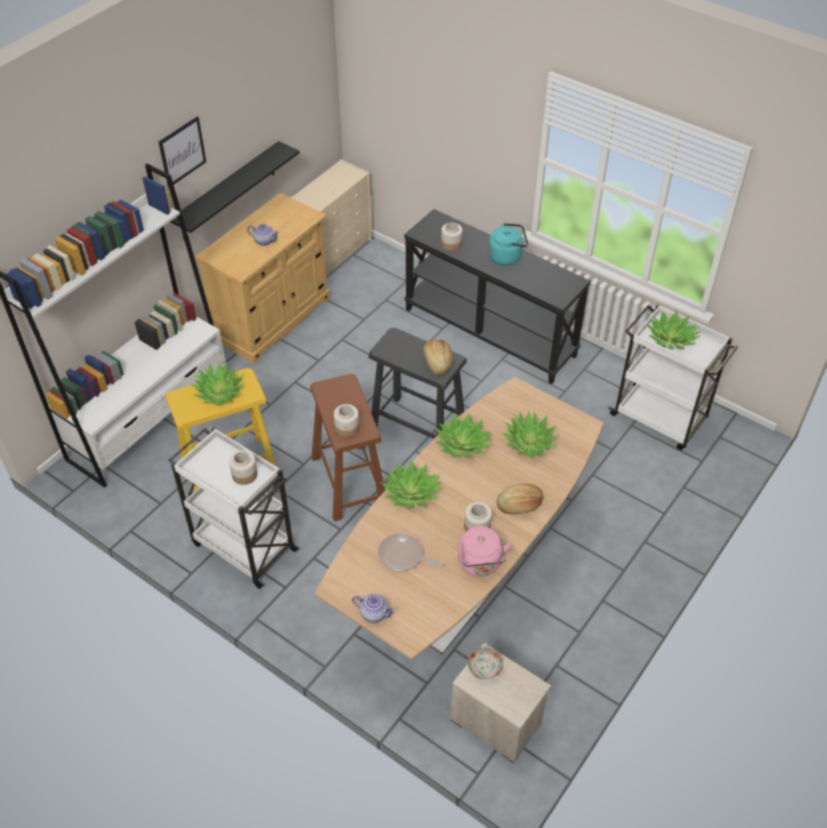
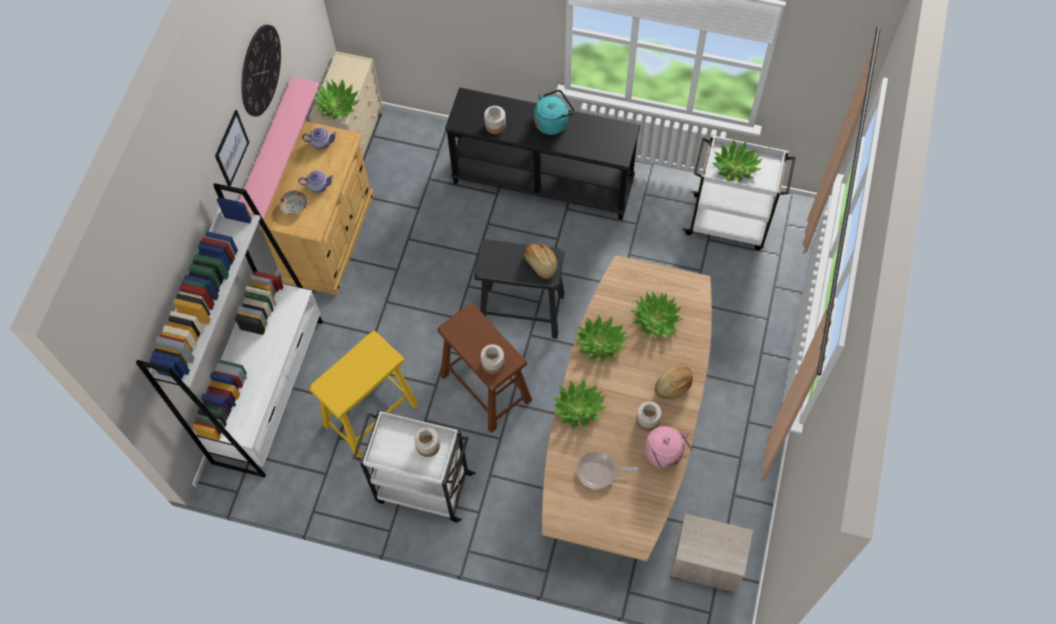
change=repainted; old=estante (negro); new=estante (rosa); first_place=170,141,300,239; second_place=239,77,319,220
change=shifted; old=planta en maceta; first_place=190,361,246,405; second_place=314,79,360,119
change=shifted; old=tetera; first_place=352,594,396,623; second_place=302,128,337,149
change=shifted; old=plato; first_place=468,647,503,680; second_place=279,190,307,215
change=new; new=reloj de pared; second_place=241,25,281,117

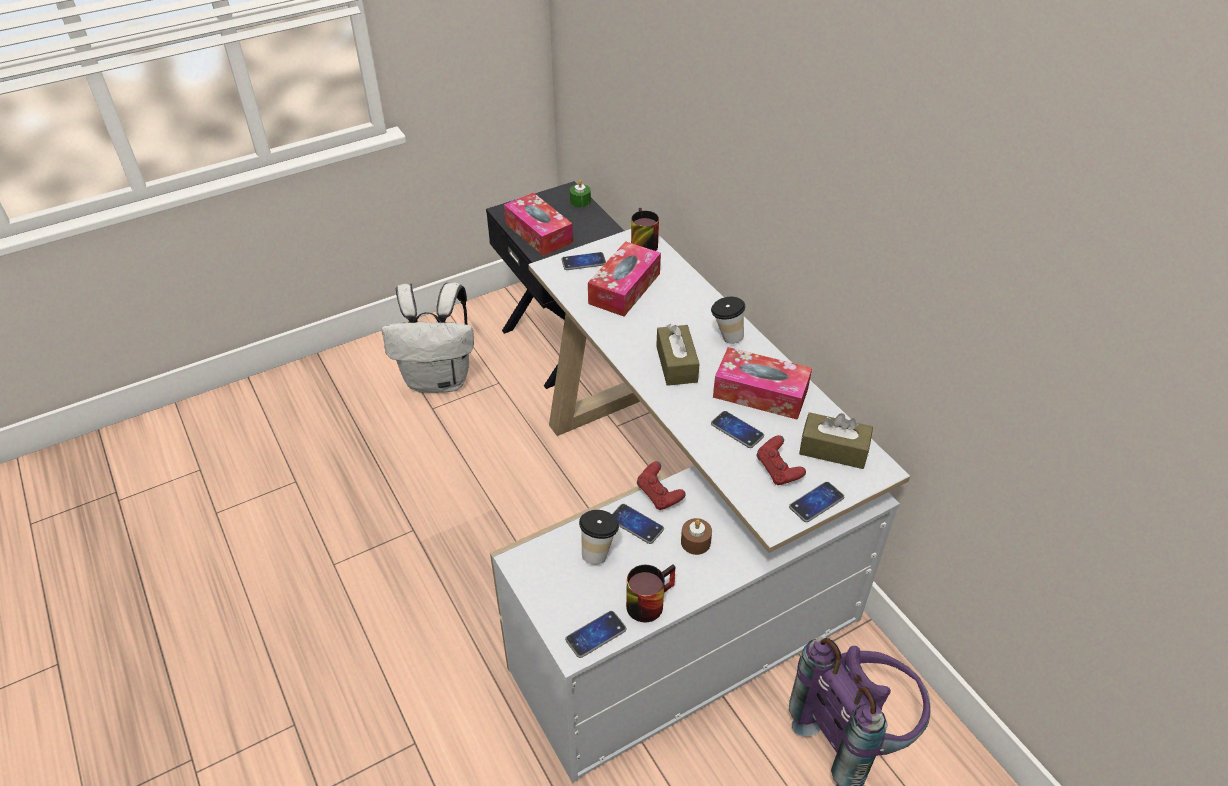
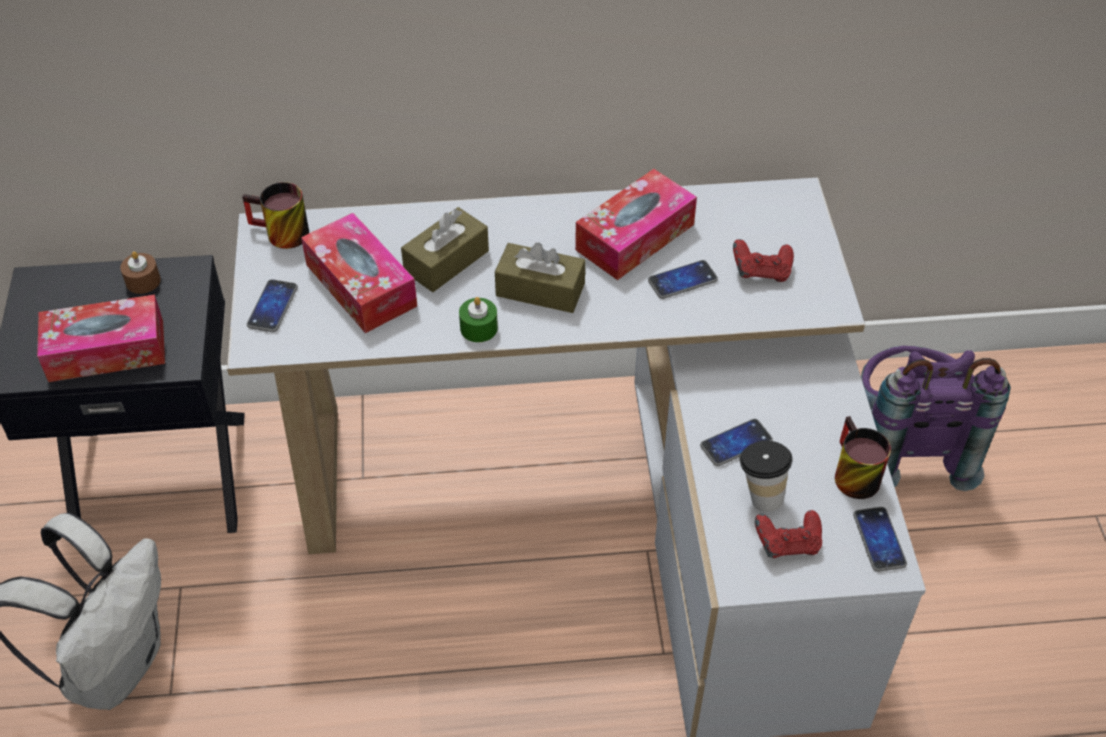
change=shifted; old=vela (verde); first_place=570,180,591,207; second_place=459,297,498,342
change=gone; old=taza; first_place=711,297,745,344
change=shifted; old=caja de pañuelos (marrón); first_place=799,412,873,469; second_place=401,207,489,292
change=shifted; old=mando de consola (rojo); first_place=637,461,686,510; second_place=755,510,822,558
change=gone; old=móvil; first_place=789,482,844,522
change=shifted; old=vela (marrón); first_place=681,518,712,555; second_place=120,251,161,294

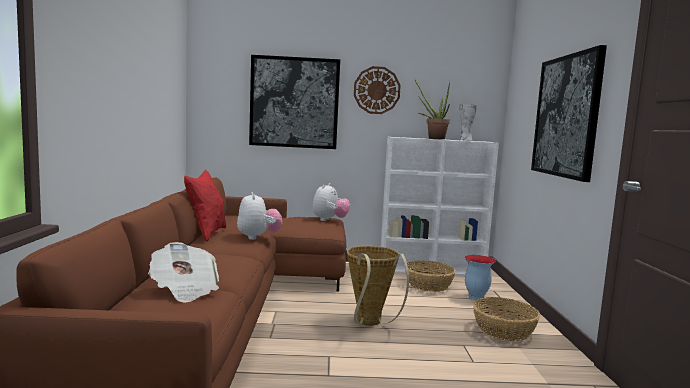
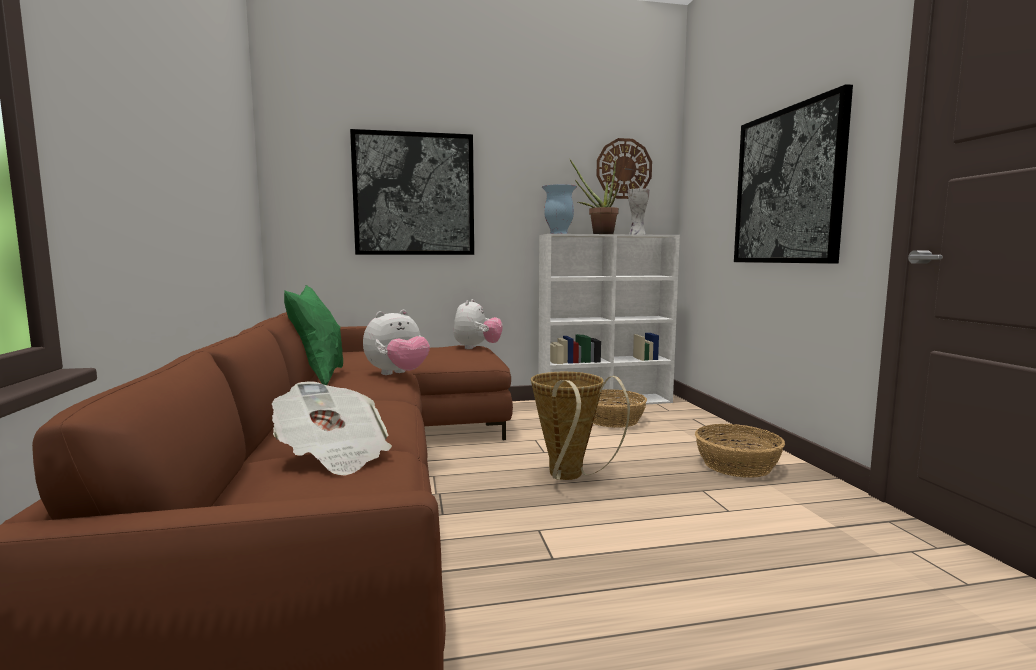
change=shifted; old=reloj de pared; first_place=354,66,401,114; second_place=597,138,652,199
change=repainted; old=cojín (rojo); new=cojín (verde); first_place=184,169,226,242; second_place=284,285,343,385
change=rotated; old=peluche; first_place=237,192,282,240; second_place=363,310,430,375; degrees=75
change=shifted; old=florero; first_place=464,255,496,300; second_place=542,184,577,234

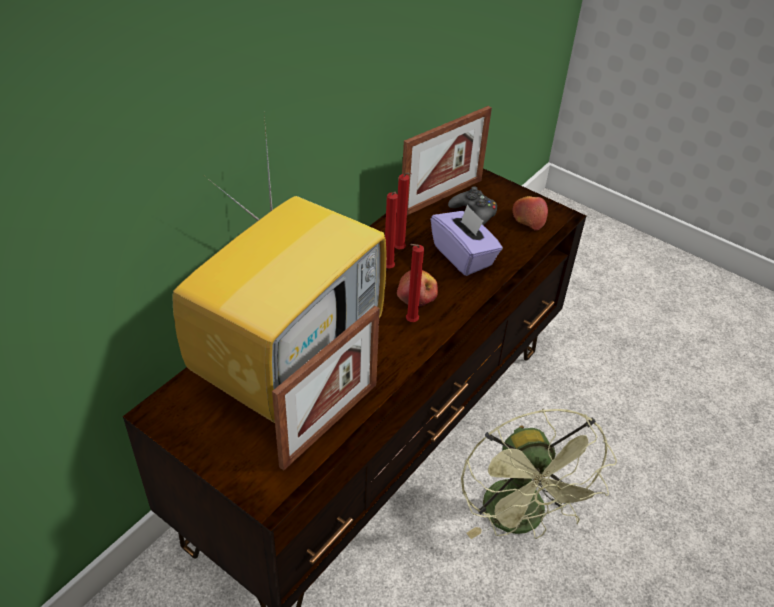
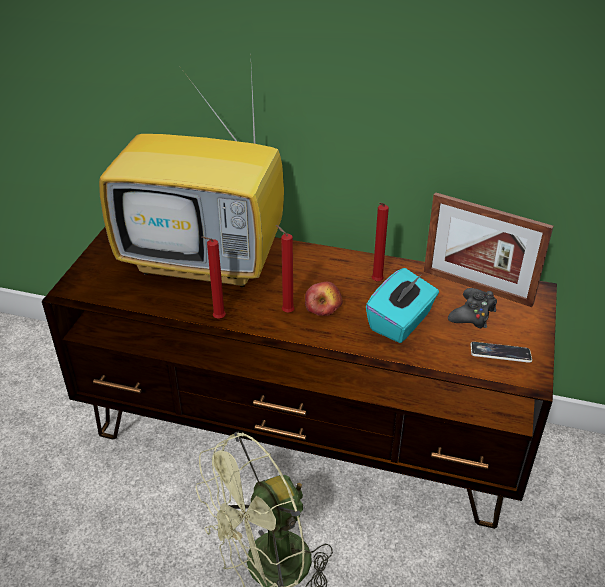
change=shifted; old=vela (rojo); first_place=385,192,398,269; second_place=201,236,226,319
change=swapped; old=manzana; new=móvil; first_place=512,196,548,231; second_place=471,342,532,363
change=repainted; old=caja de pañuelos (morado); new=caja de pañuelos (turquesa); first_place=431,204,503,276; second_place=366,268,439,343
change=gone; old=portarretratos; first_place=272,306,380,471

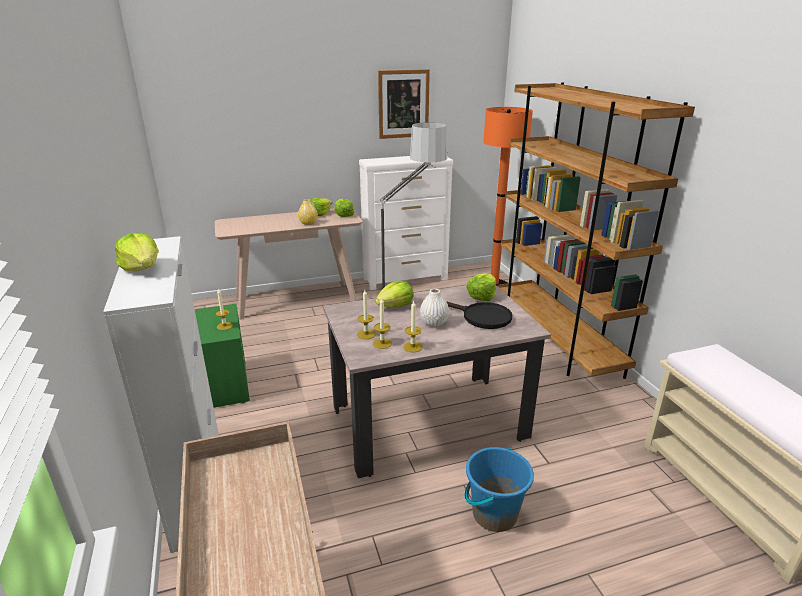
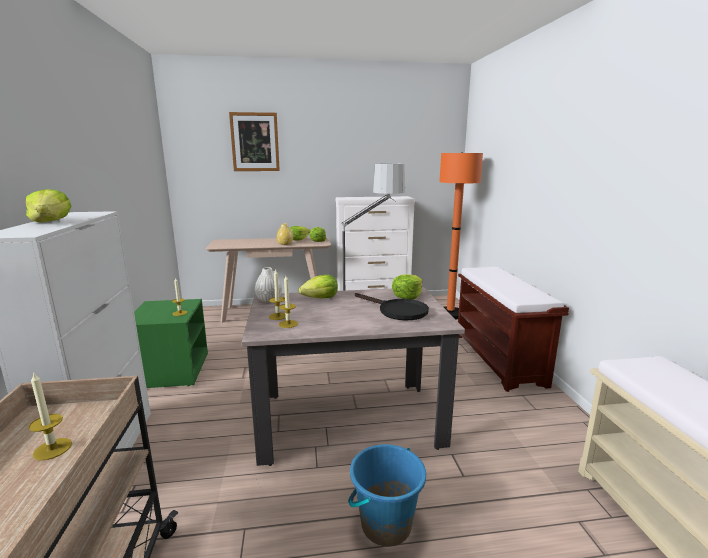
change=shifted; old=cuadro; first_place=378,69,430,139; second_place=229,112,280,171
change=swapped; old=estantería (marrón); new=banco (marrón); first_place=497,82,695,379; second_place=458,267,569,392
change=shifted; old=florero (blanco); first_place=420,289,449,327; second_place=255,267,282,303
change=shifted; old=vela; first_place=403,300,423,352; second_place=29,371,72,460

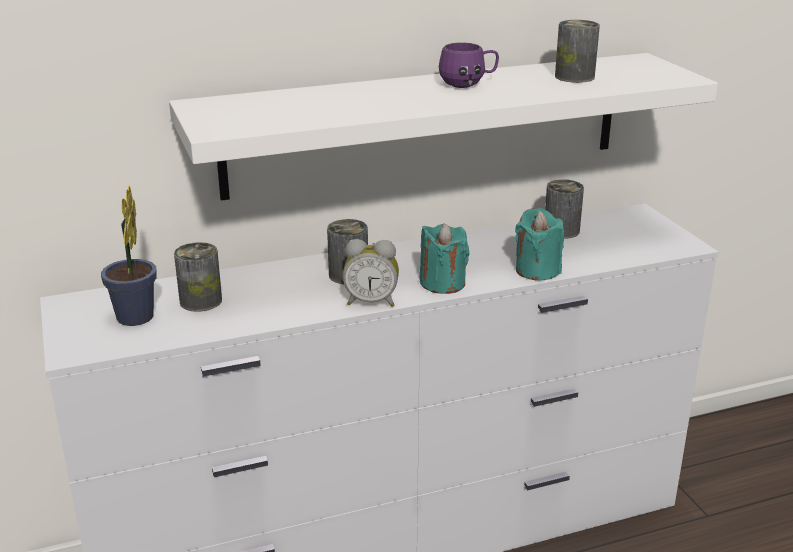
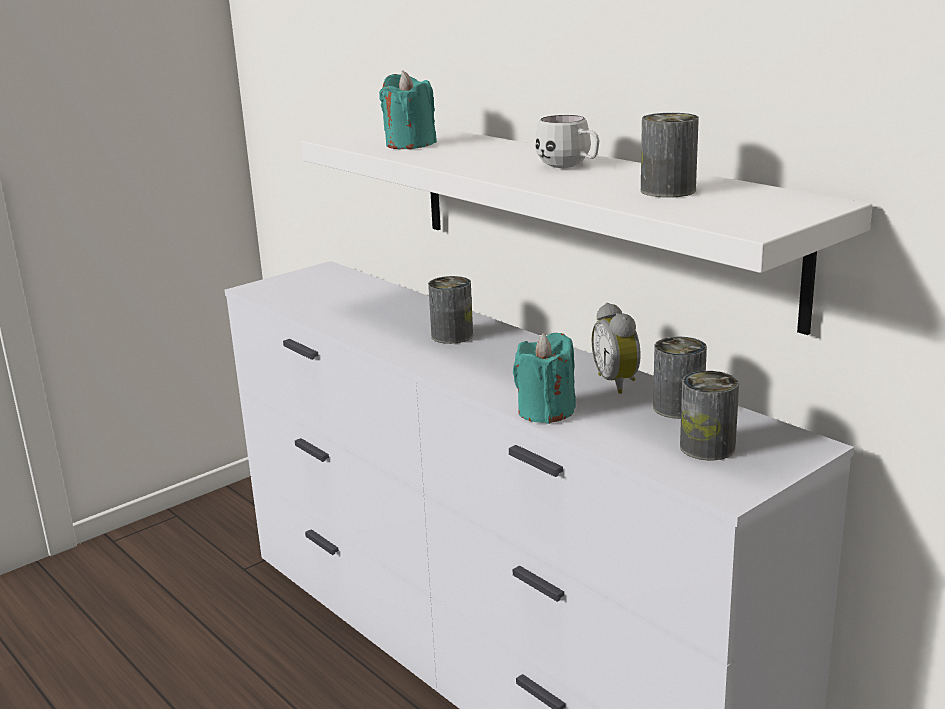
change=repainted; old=taza grande (morado); new=taza grande (blanco); first_place=439,42,499,88; second_place=535,115,599,168
change=gone; old=planta en maceta; first_place=101,186,157,326
change=shifted; old=vela (turquesa); first_place=420,224,470,294; second_place=379,71,437,149
change=shifted; old=despertador; first_place=343,239,399,307; second_place=591,303,641,394
change=shifted; old=lata; first_place=174,242,222,312; second_place=680,371,739,460

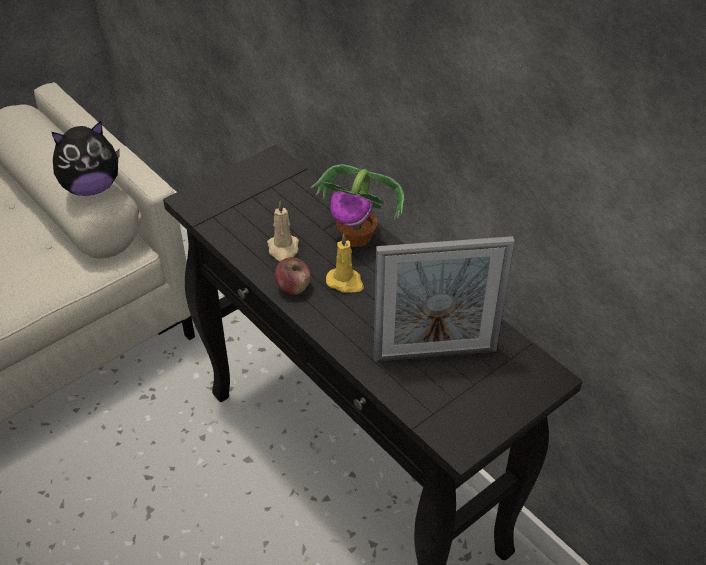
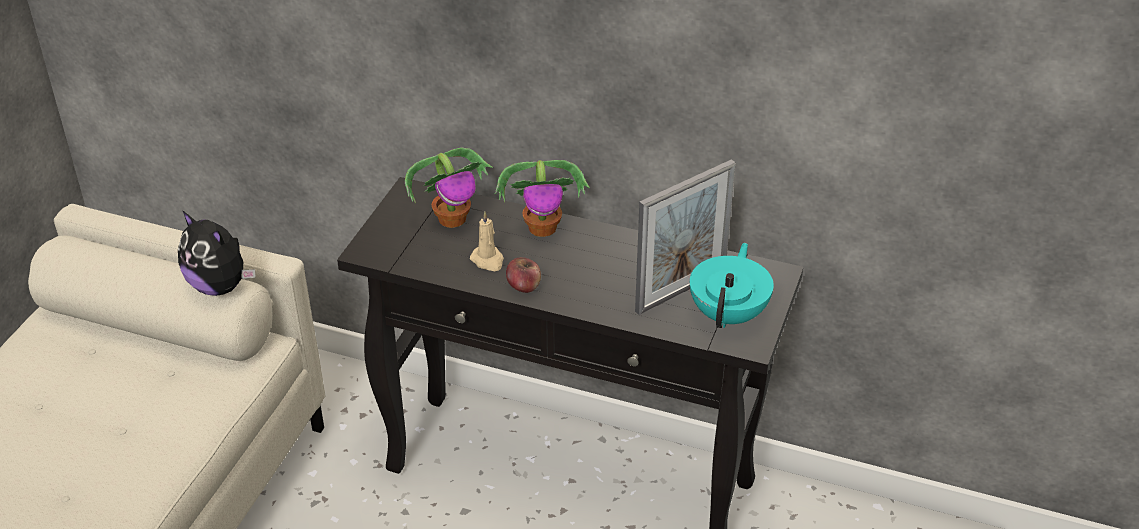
change=rotated; old=peluche; first_place=52,121,120,196; second_place=178,211,255,296; degrees=90
change=gone; old=vela (amarillo); first_place=326,234,364,293
change=new; new=planta en maceta; second_place=405,147,493,228
change=new; new=tetera (turquesa); second_place=690,243,774,328

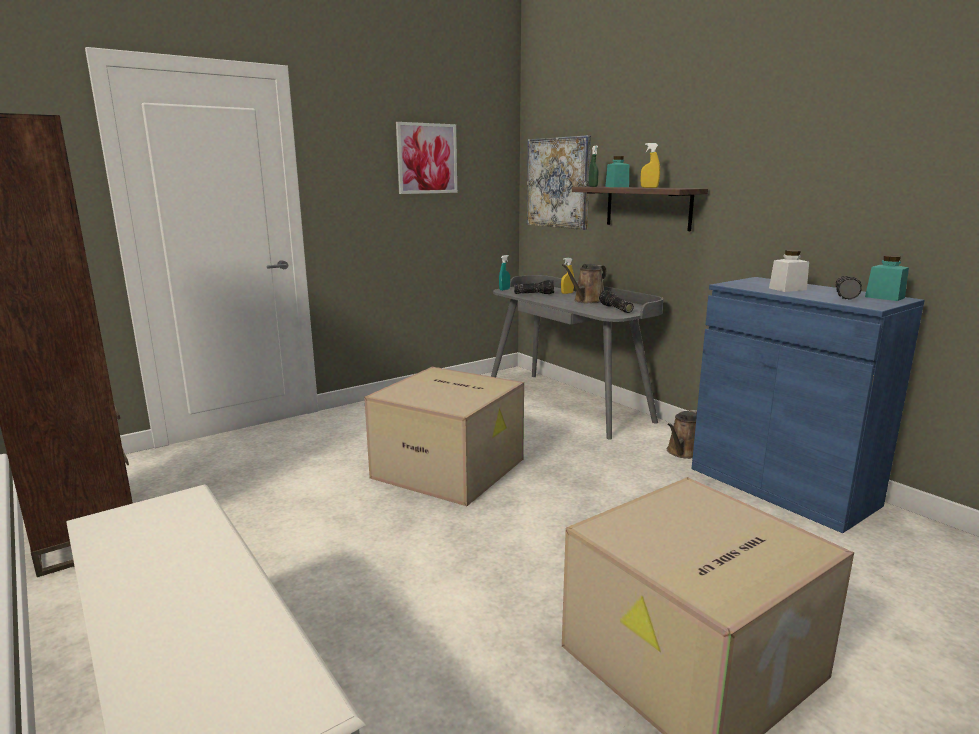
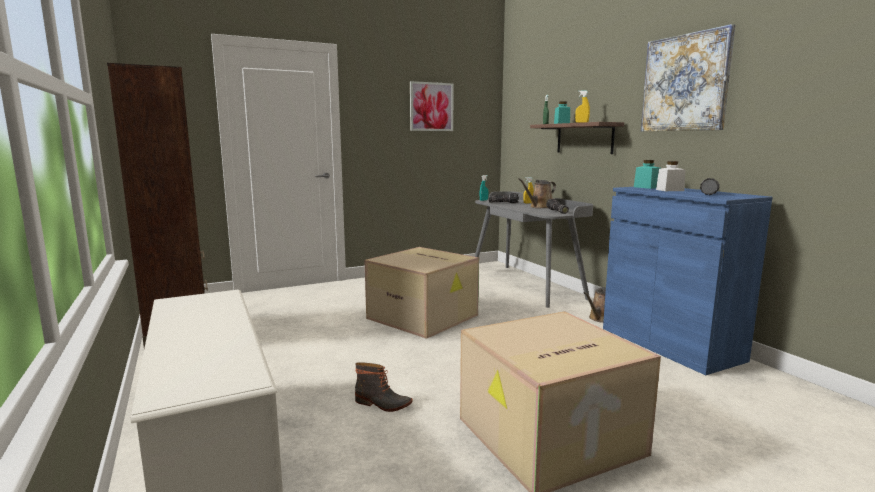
change=shifted; old=cuadro; first_place=527,135,591,230; second_place=641,24,736,131
change=shifted; old=tarro (turquesa); first_place=865,255,909,301; second_place=634,160,661,189
change=new; new=bota; second_place=355,362,413,412

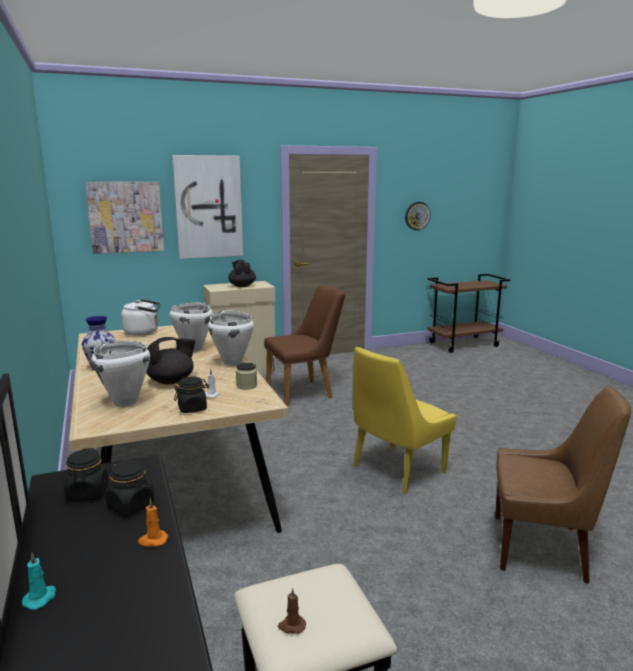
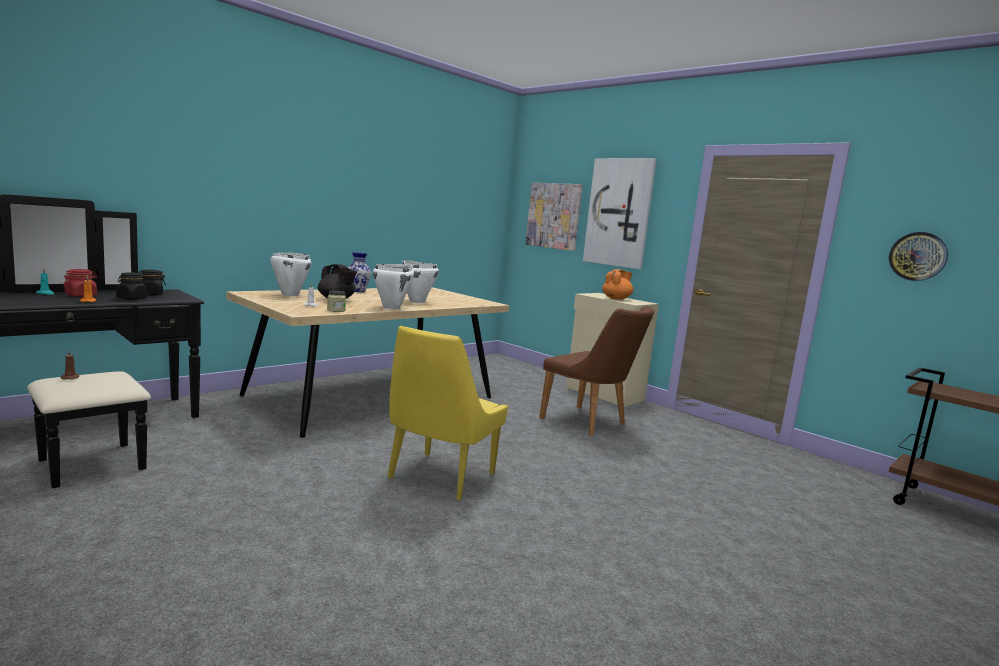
change=repainted; old=tetera (negro); new=tetera (naranja); first_place=228,260,256,287; second_place=602,269,633,300
change=gone; old=hervidor (blanco); first_place=121,299,160,336
change=rotated; old=silla (amarillo); first_place=353,347,457,494; second_place=388,326,508,500; degrees=-90
change=gone; old=tarro (negro); first_place=174,377,209,413
change=gone; old=silla (marrón); first_place=495,386,631,584
change=new; new=tarro (rojo); second_place=64,269,97,297

